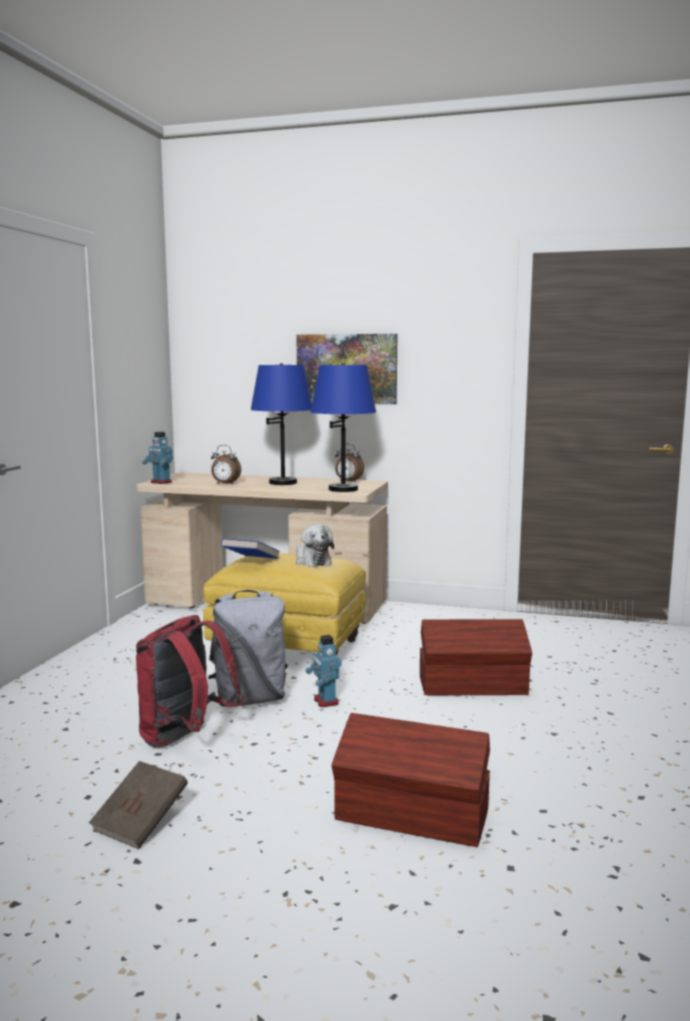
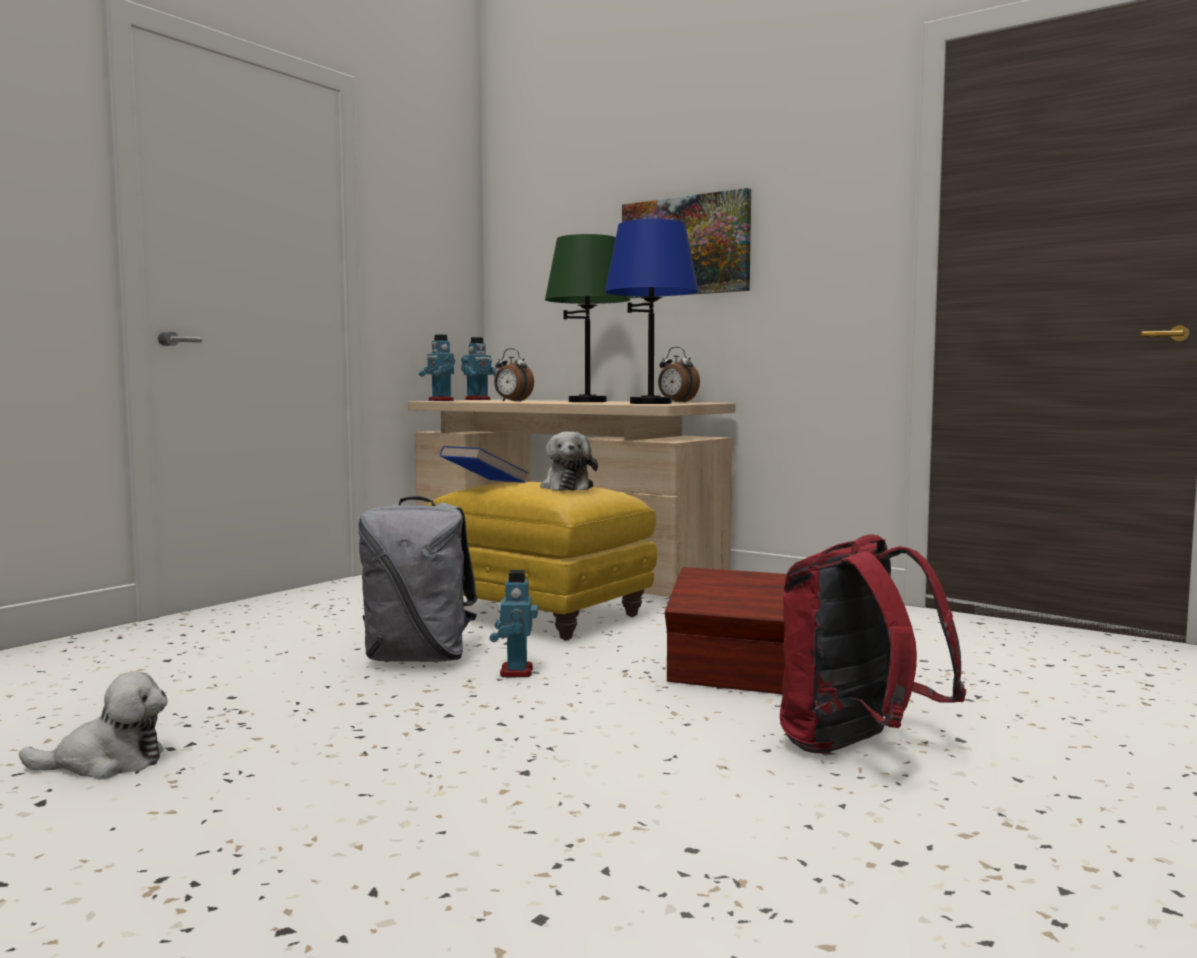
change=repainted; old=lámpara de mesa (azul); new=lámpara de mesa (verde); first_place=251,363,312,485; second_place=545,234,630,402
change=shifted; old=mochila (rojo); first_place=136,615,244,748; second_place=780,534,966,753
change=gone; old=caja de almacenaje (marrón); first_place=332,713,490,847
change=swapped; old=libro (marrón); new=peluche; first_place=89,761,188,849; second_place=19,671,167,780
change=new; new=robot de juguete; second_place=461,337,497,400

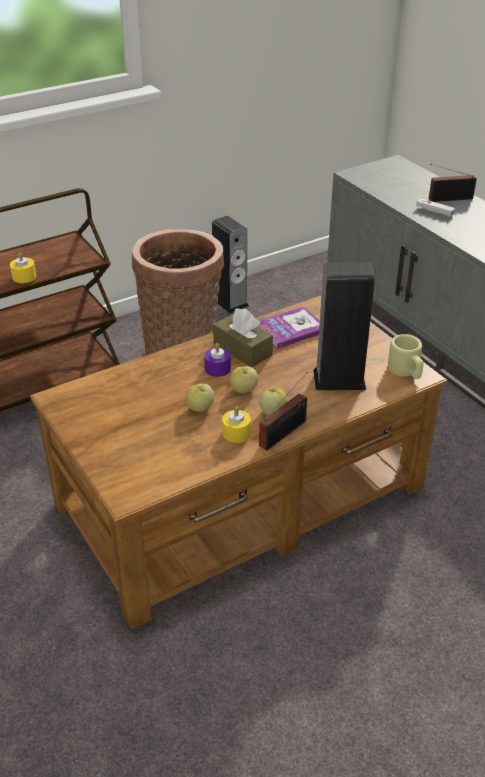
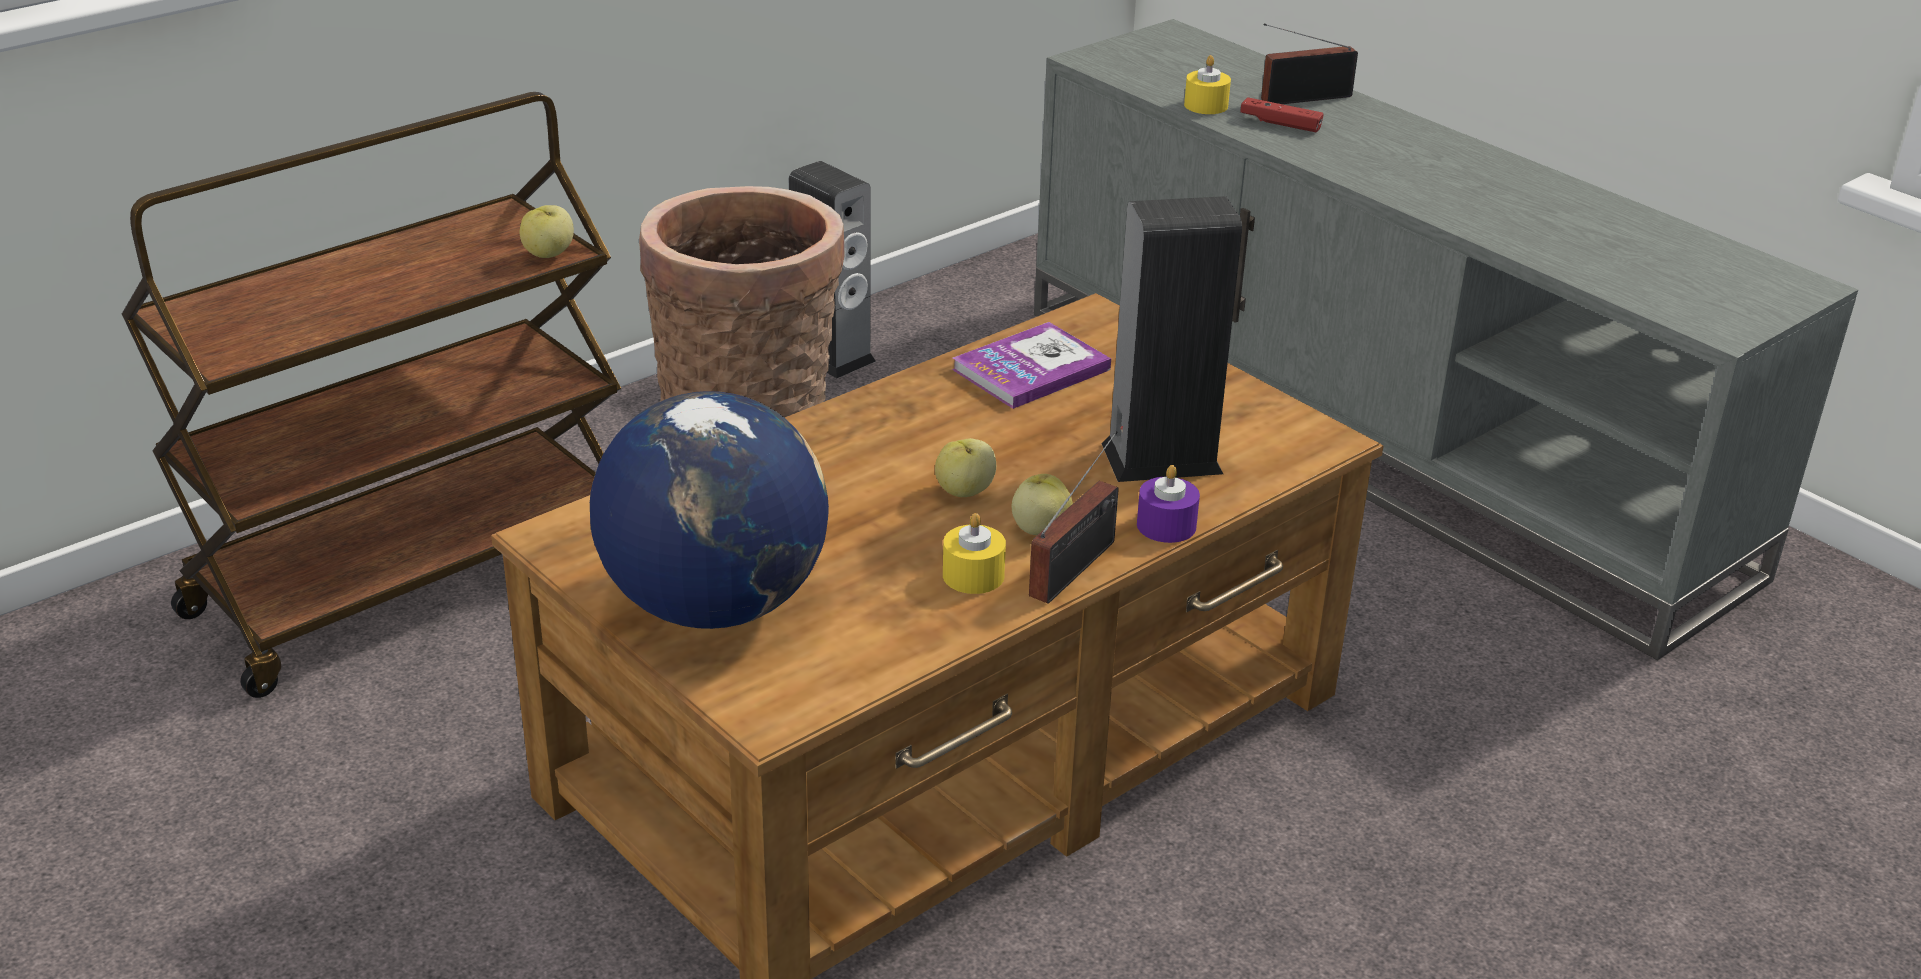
change=repainted; old=mando de consola (blanco); new=mando de consola (rojo); first_place=416,198,455,217; second_place=1240,97,1324,132
change=shifted; old=vela (amarillo); first_place=10,252,36,283; second_place=1184,55,1231,114
change=gone; old=caja de pañuelos (marrón); first_place=213,308,273,367
change=gone; old=taza grande (beis); first_place=388,334,424,379
change=shifted; old=vela (morado); first_place=204,343,231,377; second_place=1137,465,1200,543
change=shifted; old=manzana; first_place=185,384,214,412; second_place=520,205,574,258
change=new; new=globo terráqueo; second_place=590,391,829,629

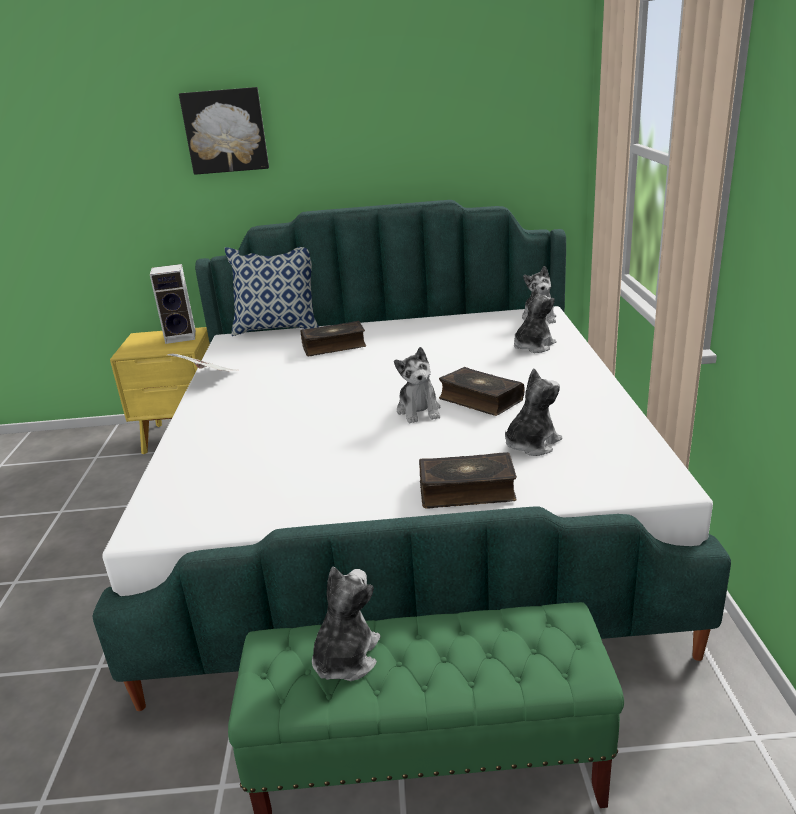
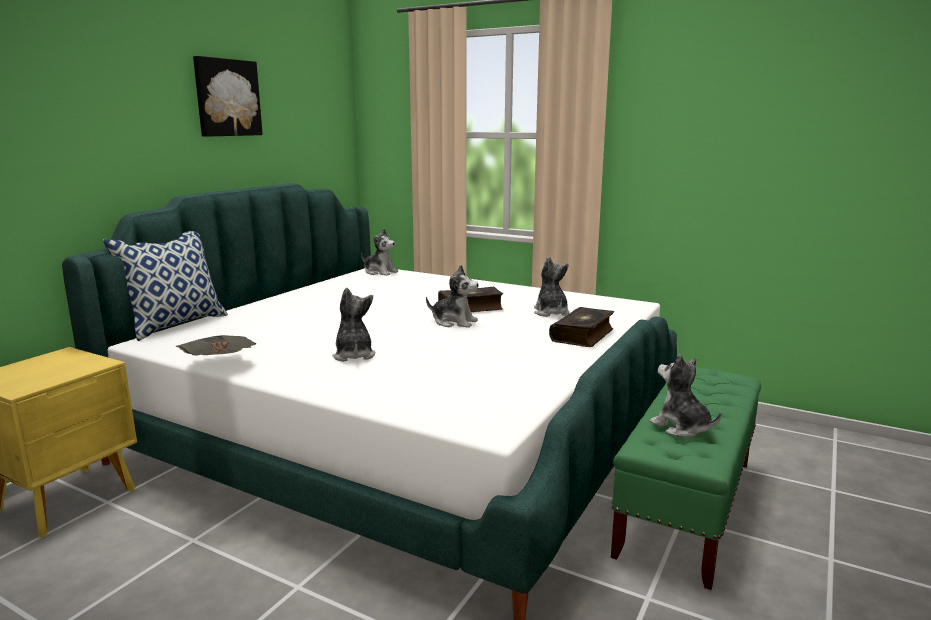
change=shifted; old=cuadro; first_place=179,87,269,175; second_place=193,56,263,137
change=gone; old=altavoz; first_place=150,264,196,344
change=shifted; old=peluche; first_place=514,287,556,353; second_place=332,288,376,362
change=gone; old=libro; first_place=301,321,366,356

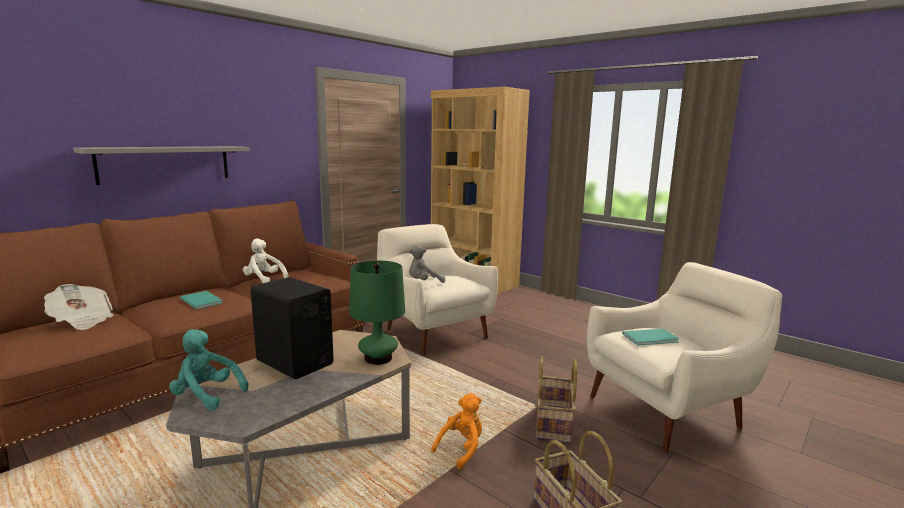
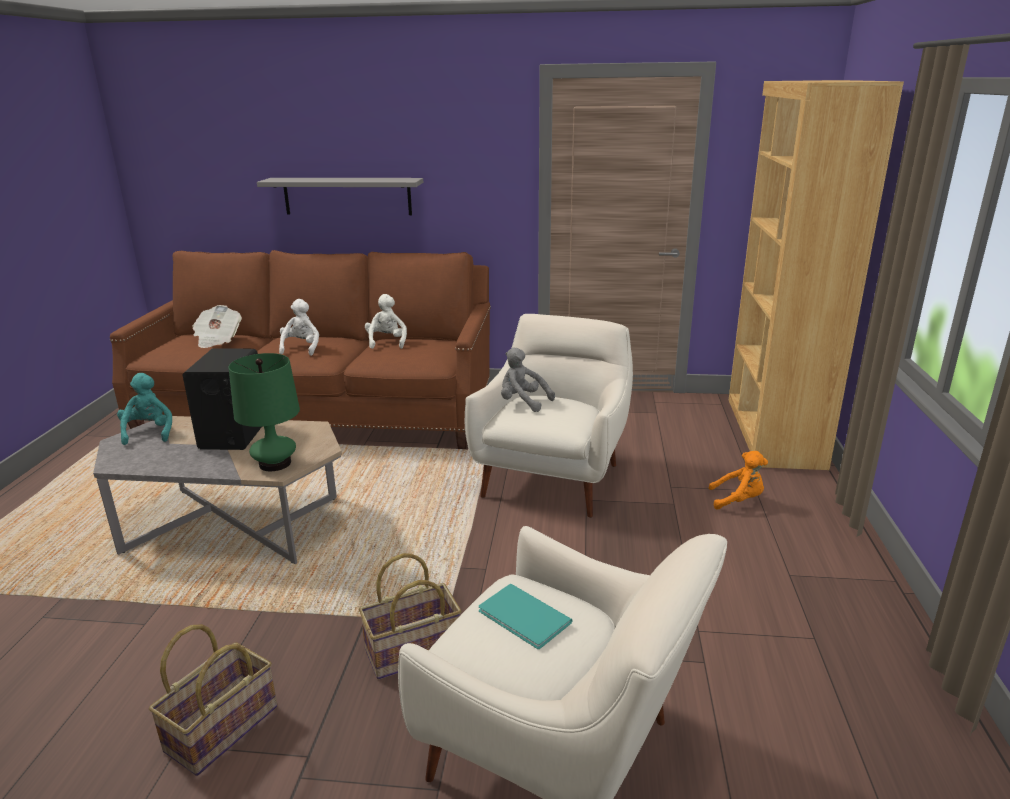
change=swapped; old=libro (turquesa); new=peluche (blanco); first_place=180,291,223,309; second_place=279,299,319,356
change=shifted; old=peluche (naranja); first_place=431,393,482,470; second_place=709,451,768,510

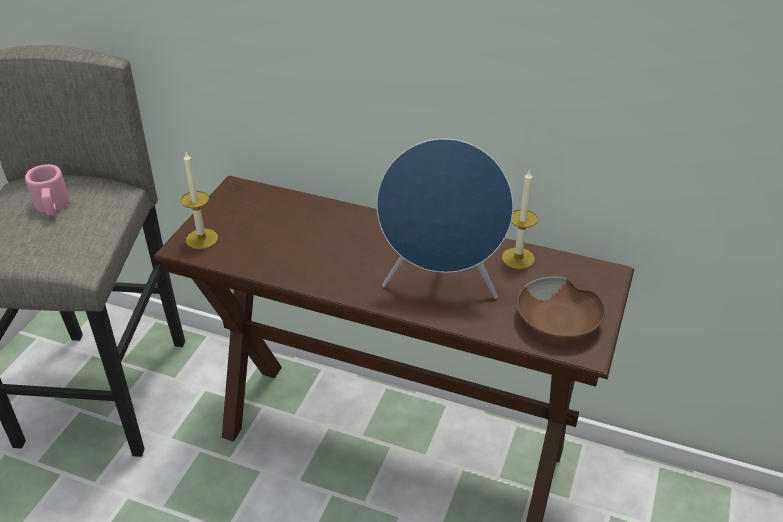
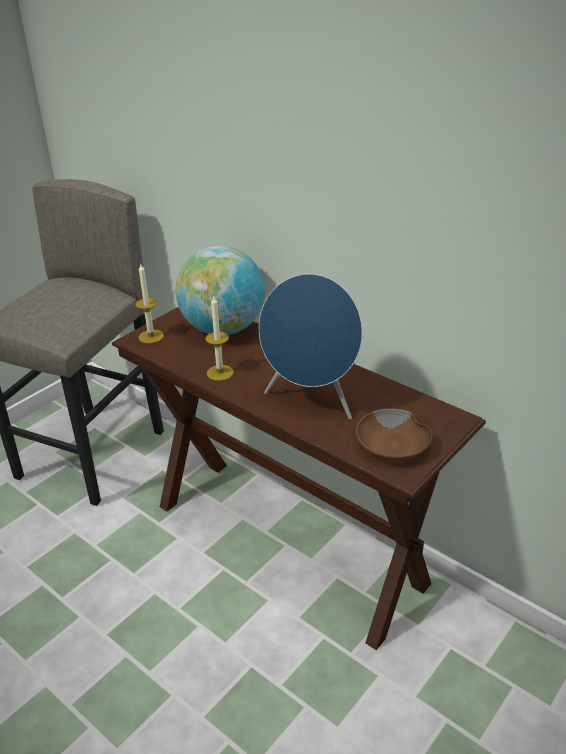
change=gone; old=taza grande (rosa); first_place=25,164,69,216
change=shifted; old=vela; first_place=502,169,538,269; second_place=205,295,234,381
change=new; new=globo terráqueo; second_place=175,246,265,335

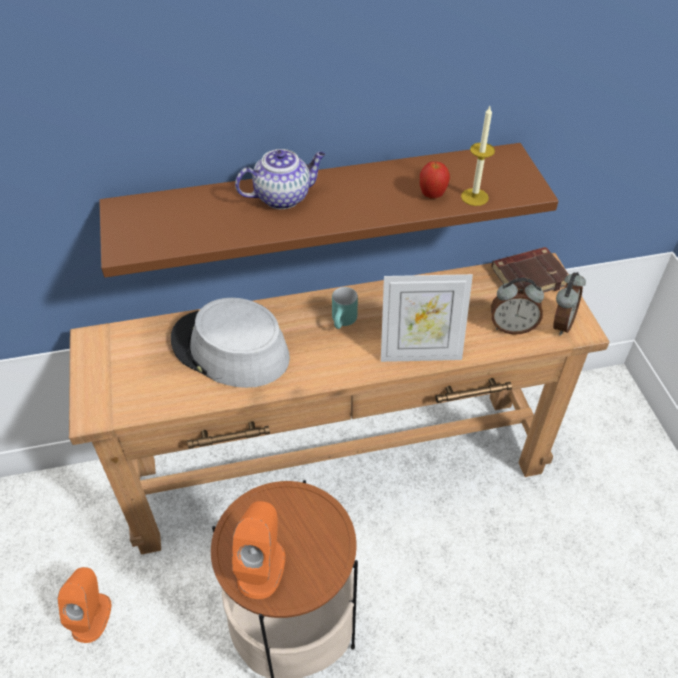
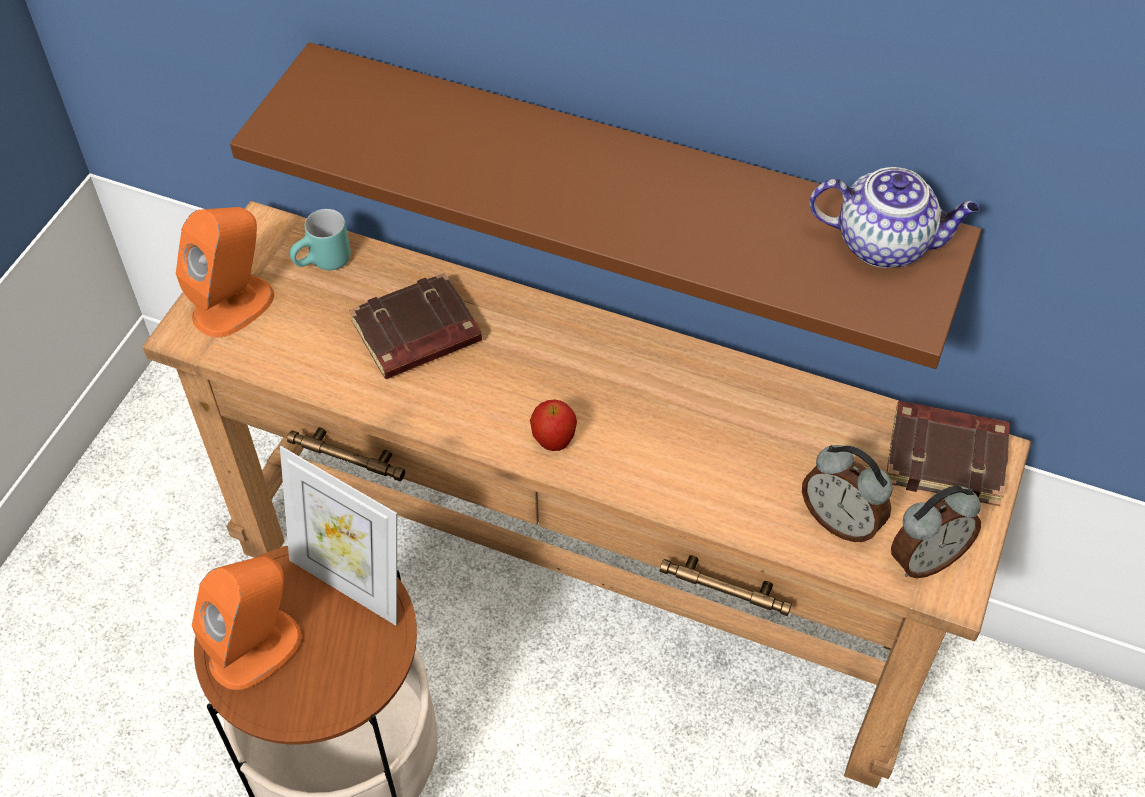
change=gone; old=vela; first_place=461,106,495,206
change=shifted; old=tetera; first_place=235,149,326,209; second_place=810,167,979,268
change=shifted; old=manzana; first_place=420,161,450,199; second_place=530,399,577,451
change=shifted; old=portarretratos; first_place=381,274,473,362; second_place=280,446,397,625
change=shifted; old=taza grande (turquesa); first_place=332,287,358,329; second_place=290,209,351,270
change=swapped; old=sombrero (gris); new=libro (marrón); first_place=171,298,290,388; second_place=349,272,482,379
change=shifted; old=altavoz (naranja); first_place=57,567,112,643; second_place=176,207,274,338

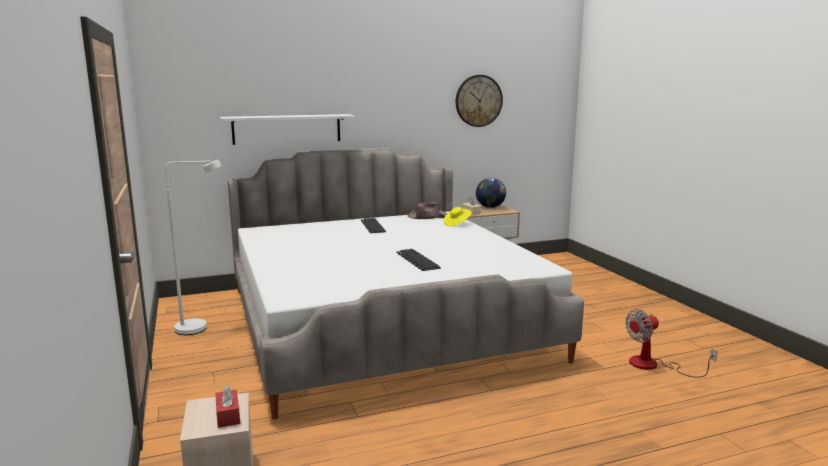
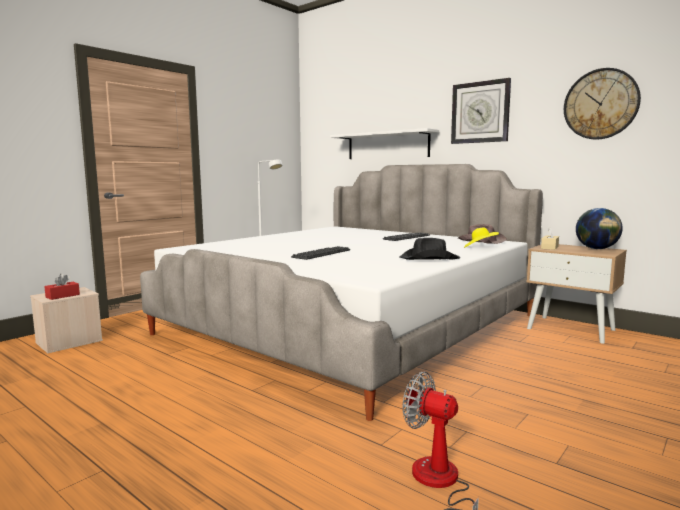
change=new; new=reloj de pared; second_place=451,78,511,144
change=new; new=sombrero (negro); second_place=400,238,460,260

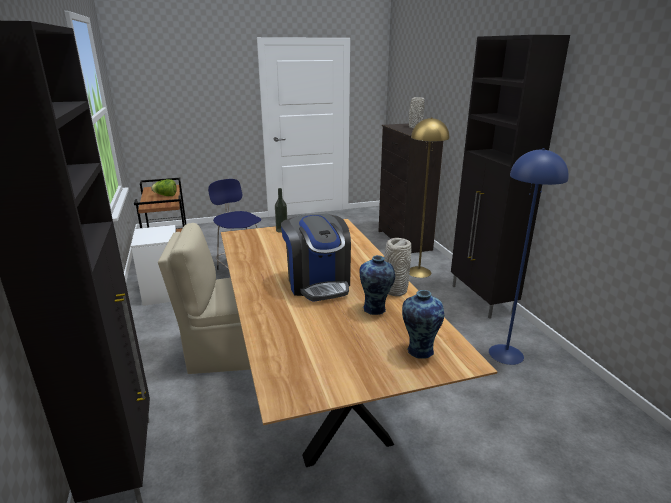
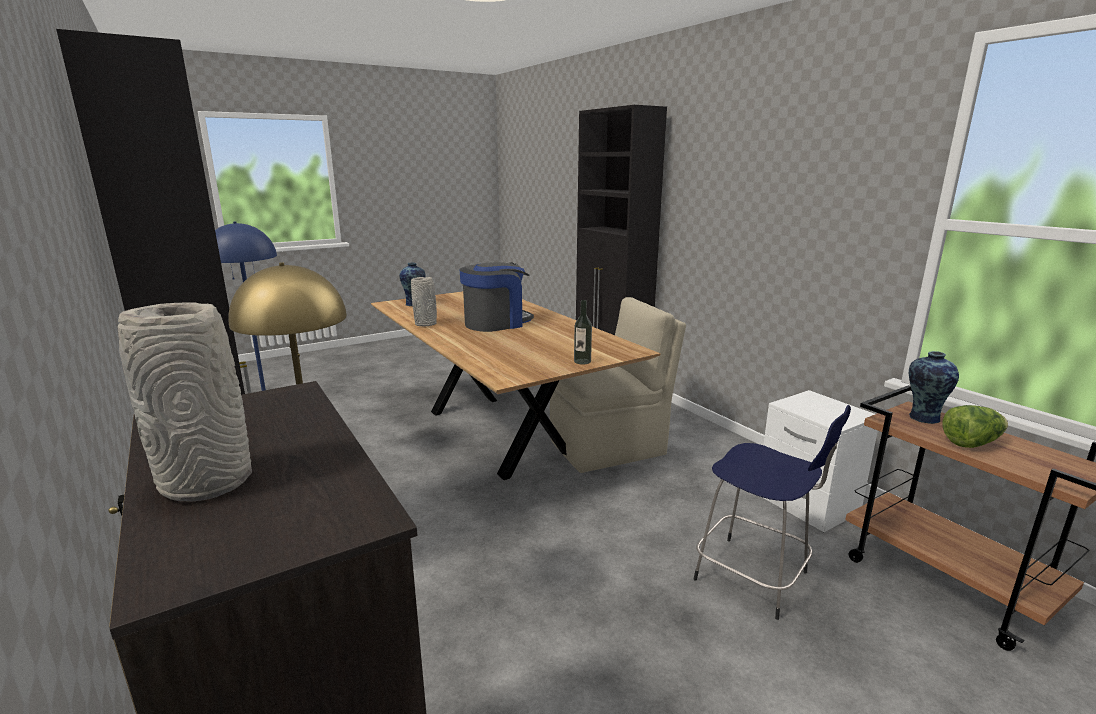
change=rotated; old=cafetera; first_place=281,214,351,302; second_place=460,262,534,332; degrees=90
change=shifted; old=florero; first_place=360,255,395,315; second_place=908,351,959,424

